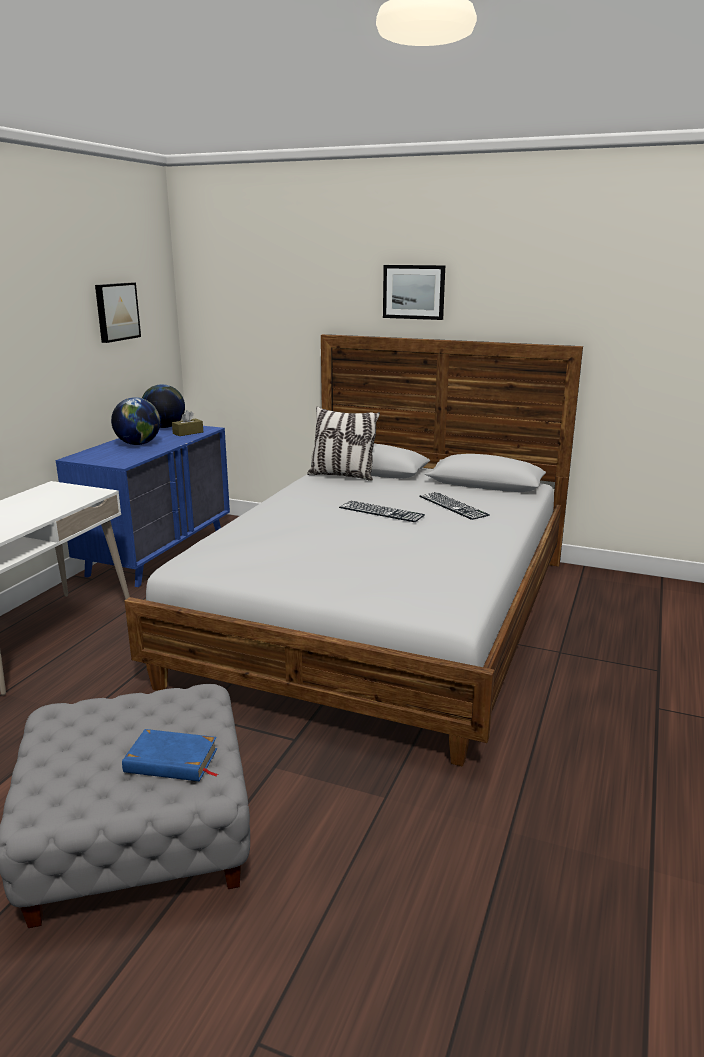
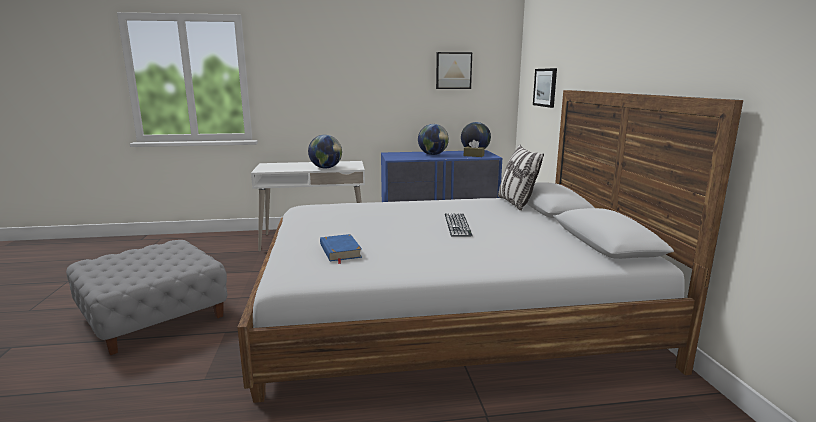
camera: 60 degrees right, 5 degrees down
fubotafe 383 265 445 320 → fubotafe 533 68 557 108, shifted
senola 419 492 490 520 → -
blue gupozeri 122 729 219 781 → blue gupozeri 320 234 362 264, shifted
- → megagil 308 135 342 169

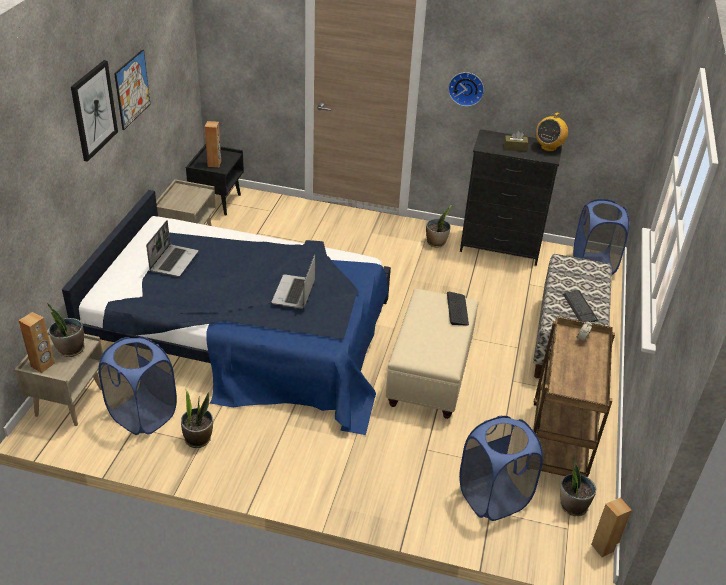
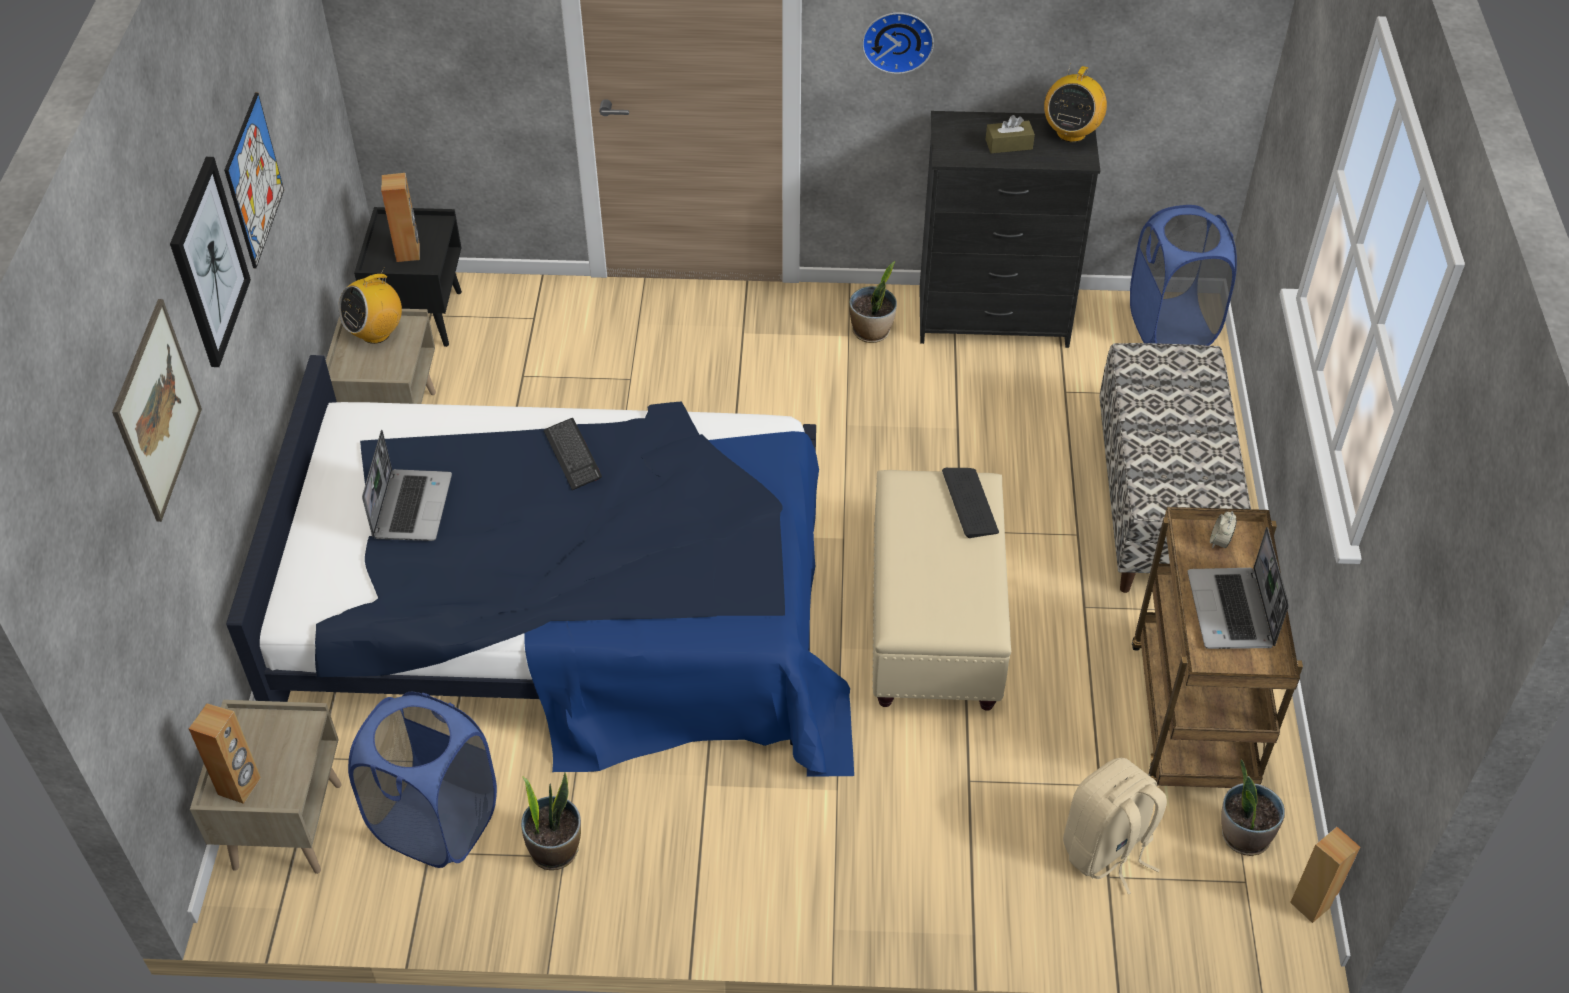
camera: 10 degrees left, 10 degrees up
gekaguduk 271 255 315 309 → gekaguduk 1188 527 1289 649, shifted
senola 563 290 598 322 → senola 544 418 602 490, shifted
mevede 47 303 85 357 → -
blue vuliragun 459 416 543 521 → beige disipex 1063 758 1167 894
- → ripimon 338 267 402 344
- → fubotafe 112 299 202 522

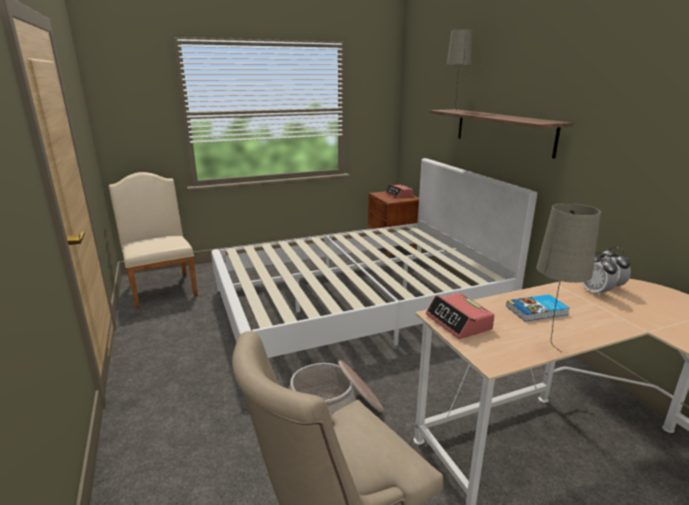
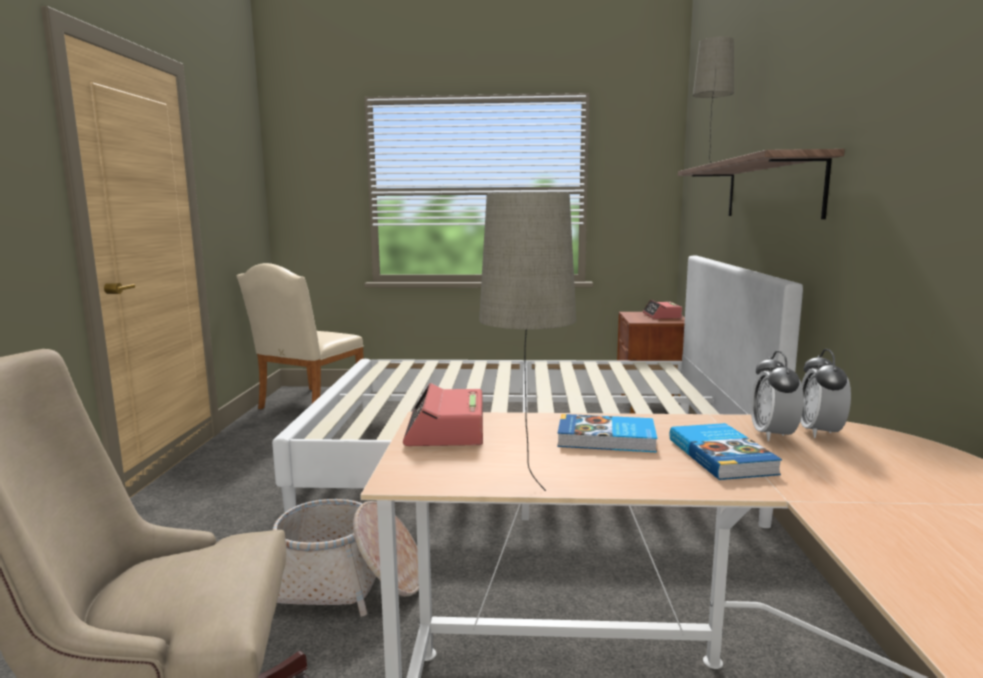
camera: 25 degrees right, 10 degrees down
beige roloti 109 172 198 309 → beige roloti 237 263 364 409, 150 degrees counterclockwise
- → gupozeri 670 423 782 480

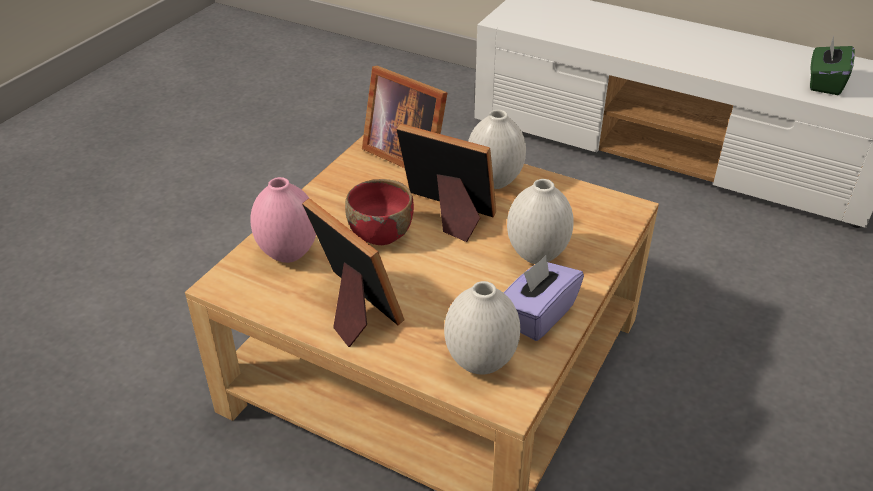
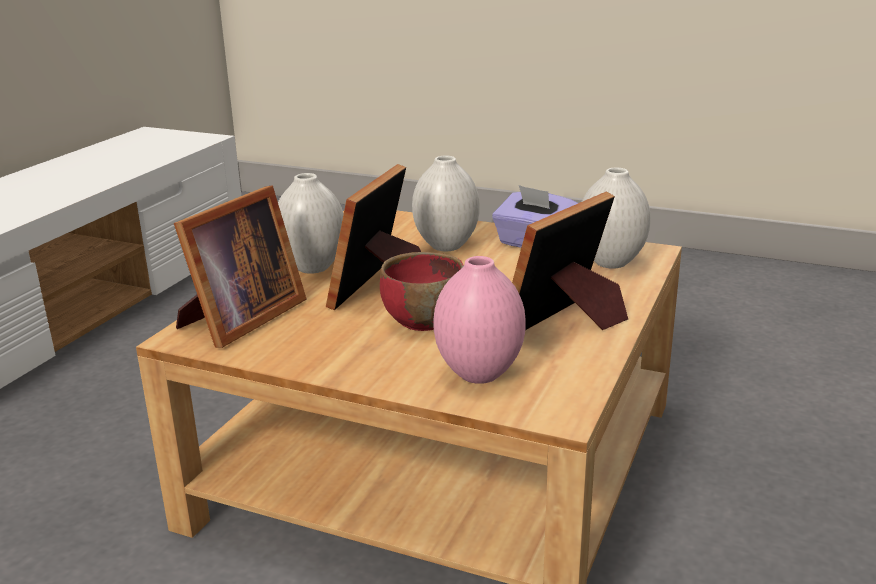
camera: 95 degrees left, 15 degrees down
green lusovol 810 36 855 95 → -

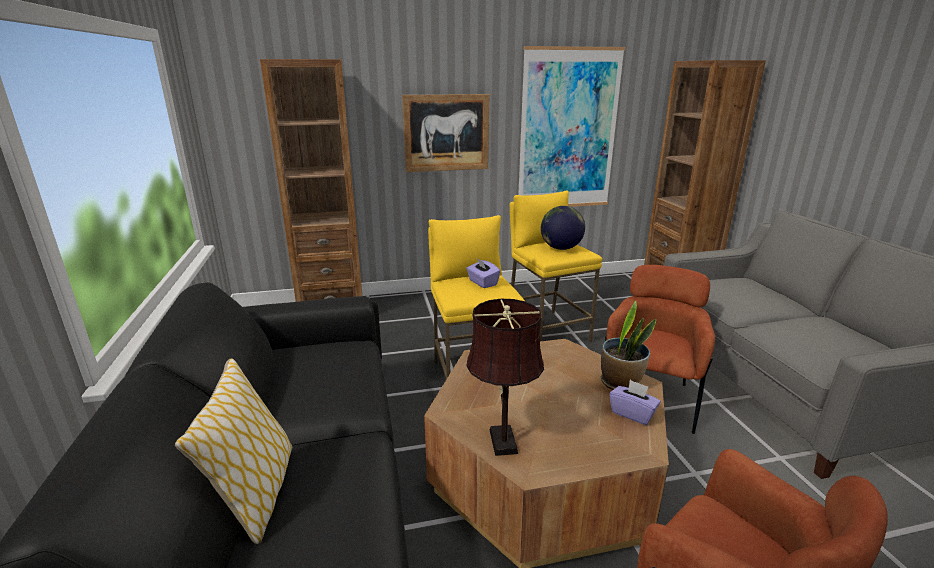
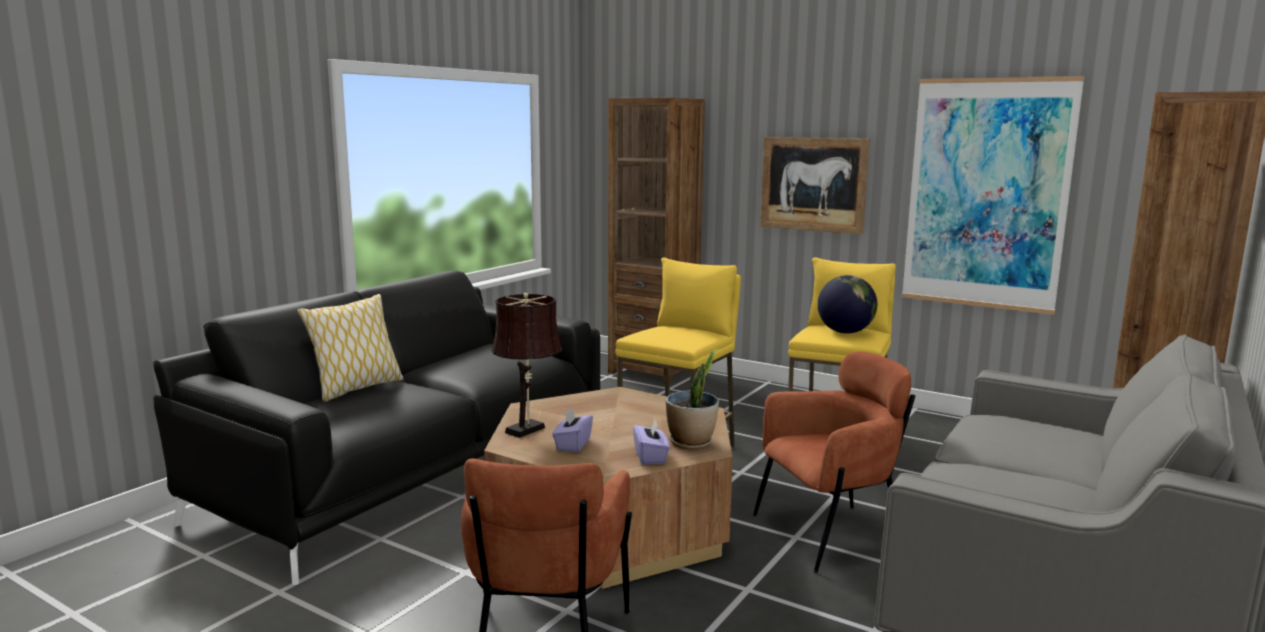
camera: 45 degrees right, 10 degrees down
purple lusovol 466 258 501 288 → purple lusovol 552 407 593 452, shifted

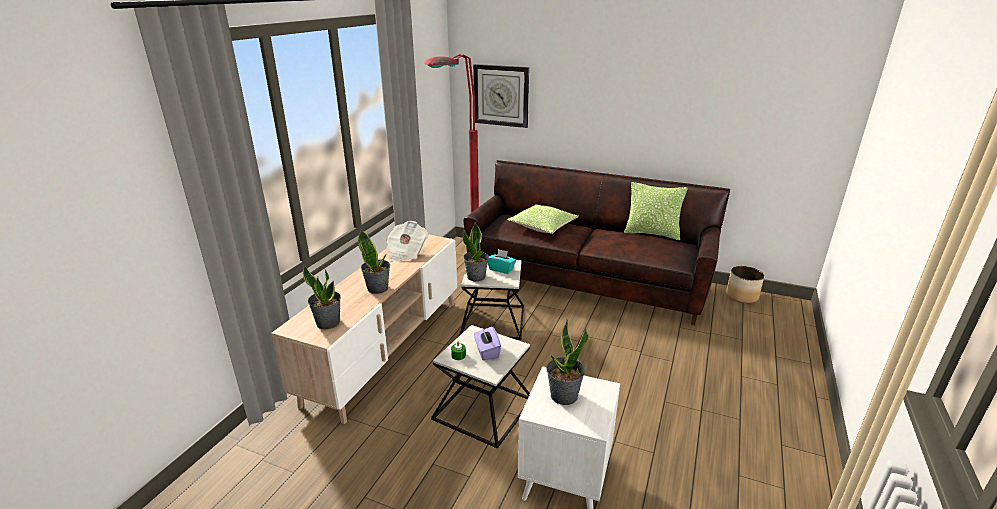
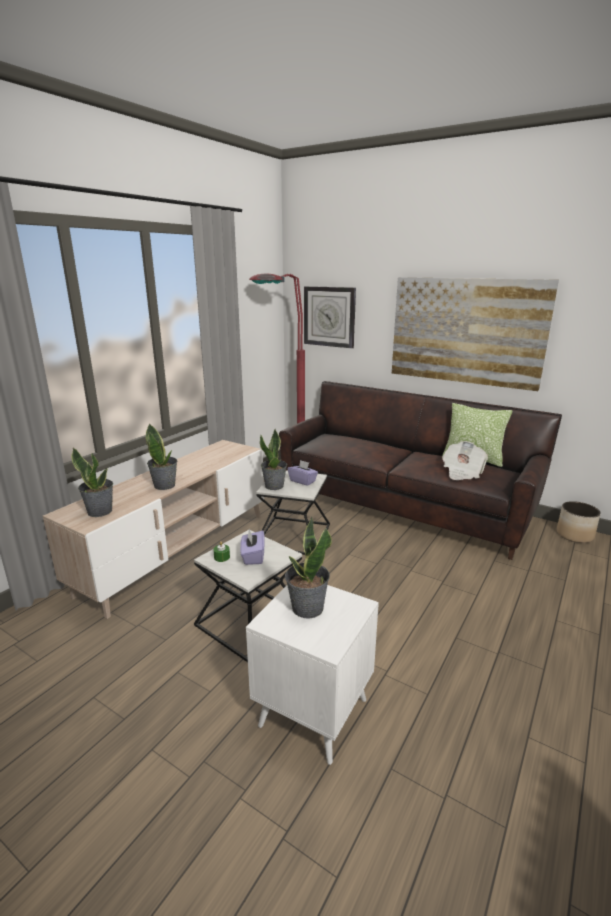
camera: 10 degrees right, 5 degrees down
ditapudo 507 204 579 234 → -
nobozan 386 221 428 262 → nobozan 442 441 488 480, shifted
turquoise lusovol 488 249 516 274 → purple lusovol 288 460 318 486
- → fubotafe 392 277 559 391

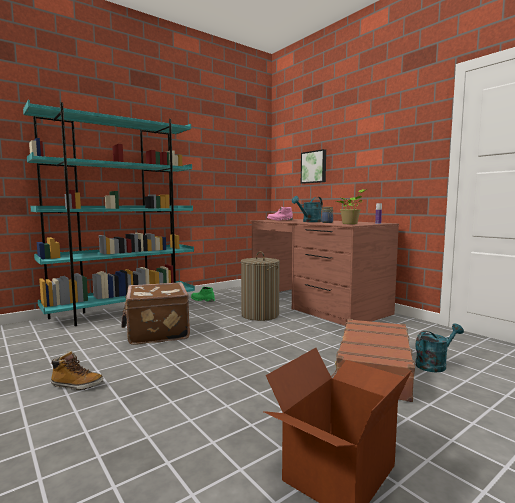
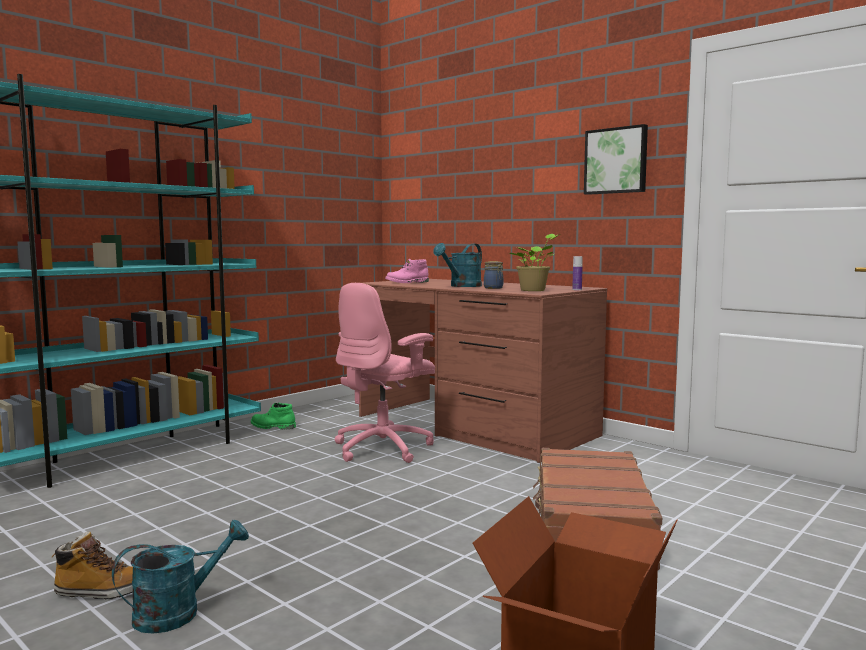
camera: 10 degrees left, 0 degrees up
fubotafe 301 149 326 184 → fubotafe 584 124 648 195, shifted
vuliragun 241 251 280 321 → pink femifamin 335 283 435 463
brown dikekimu 121 282 190 345 → -
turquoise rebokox 415 324 464 372 → turquoise rebokox 112 520 249 634, shifted

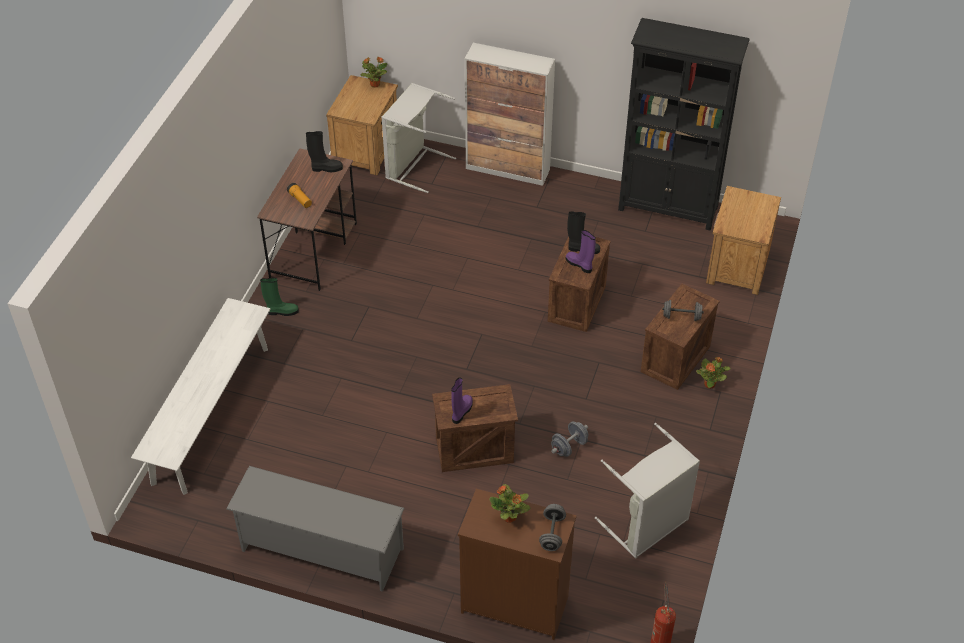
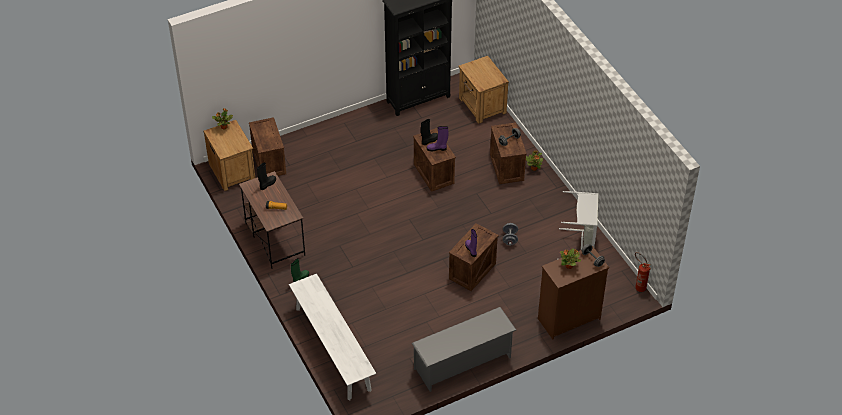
camera: 45 degrees left, 0 degrees up
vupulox 465 43 555 186 → -
grey vuliragun 381 83 456 193 → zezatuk 249 117 286 176

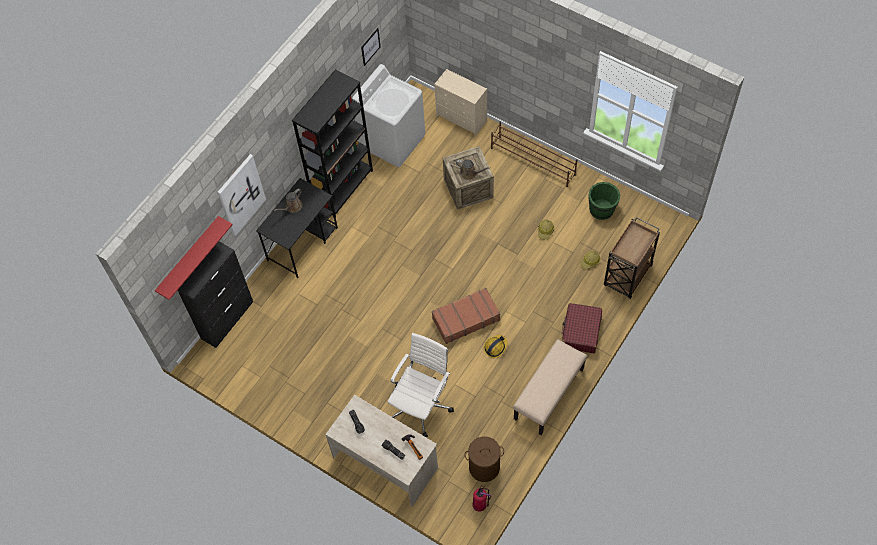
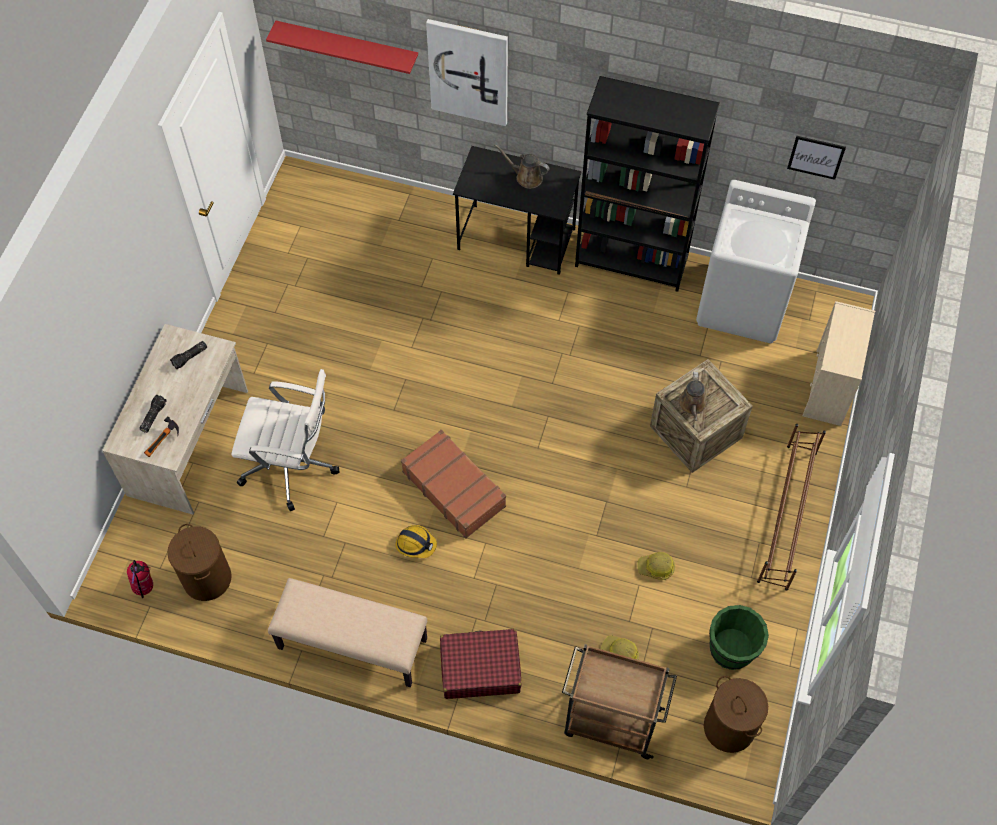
camera: 70 degrees right, 0 degrees up
black vupulox 178 241 253 348 → -
- → brown vuliragun 704 676 768 753

